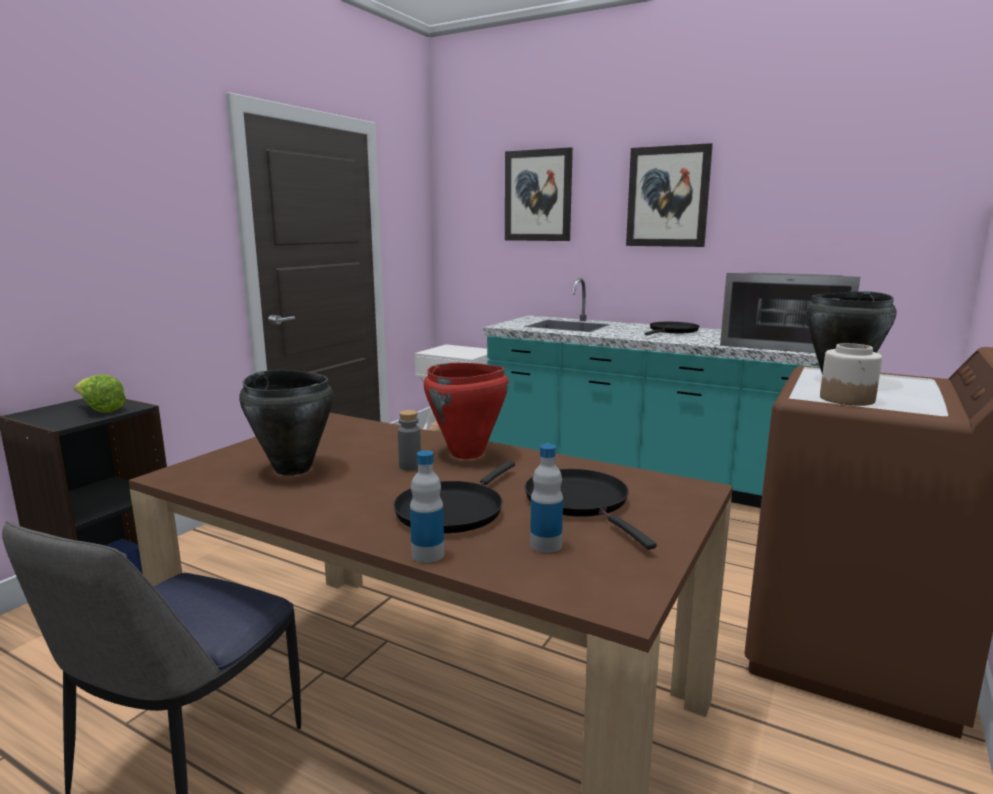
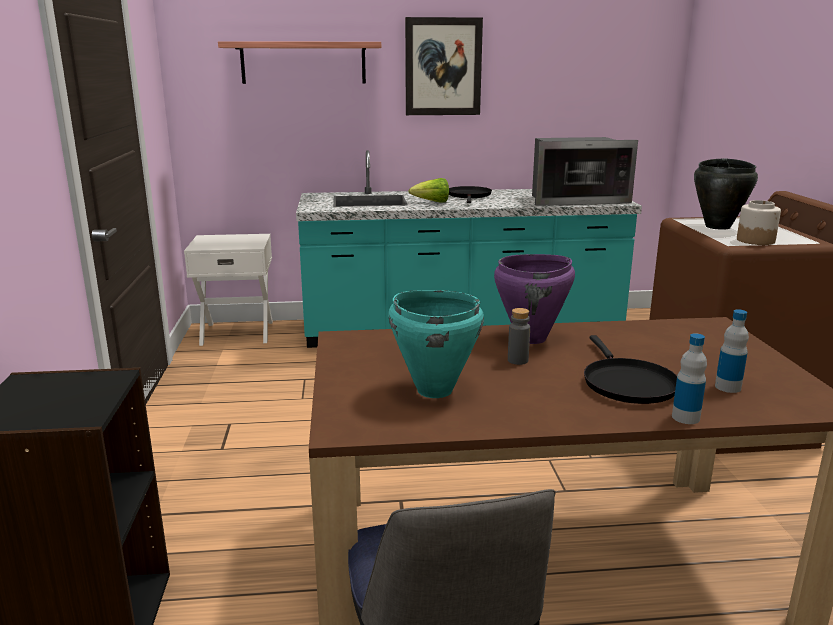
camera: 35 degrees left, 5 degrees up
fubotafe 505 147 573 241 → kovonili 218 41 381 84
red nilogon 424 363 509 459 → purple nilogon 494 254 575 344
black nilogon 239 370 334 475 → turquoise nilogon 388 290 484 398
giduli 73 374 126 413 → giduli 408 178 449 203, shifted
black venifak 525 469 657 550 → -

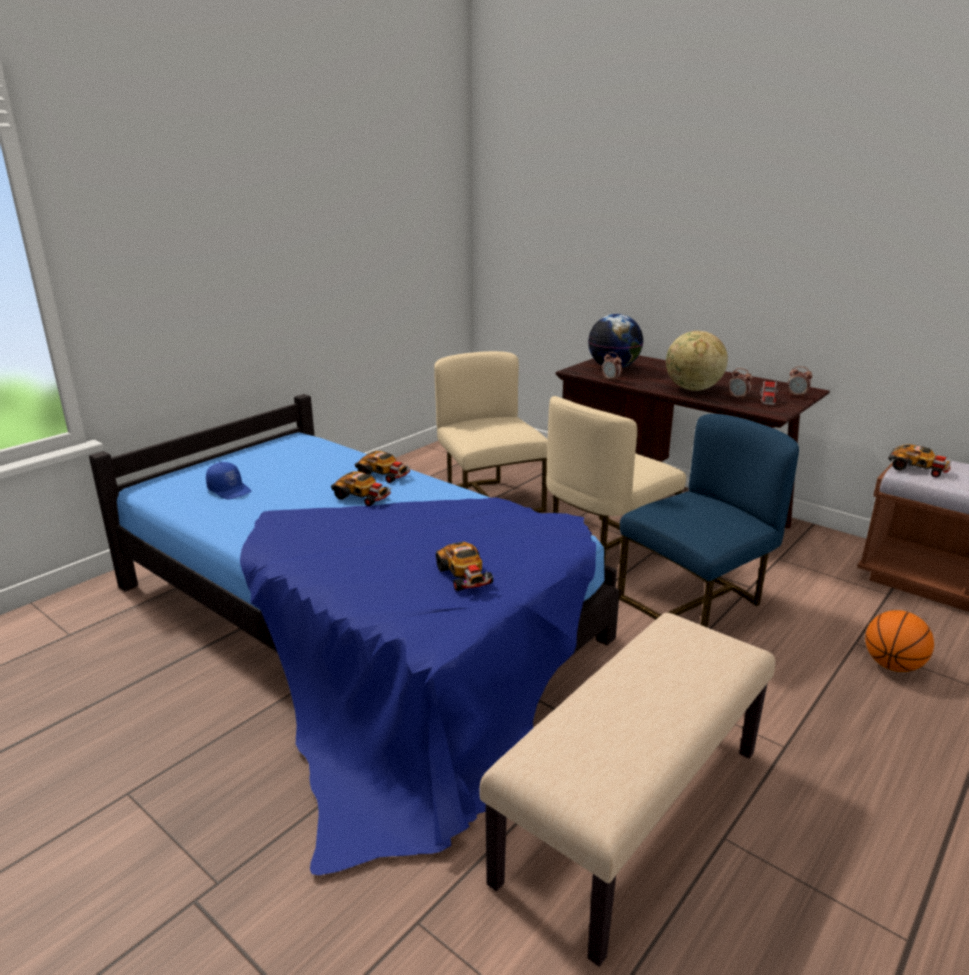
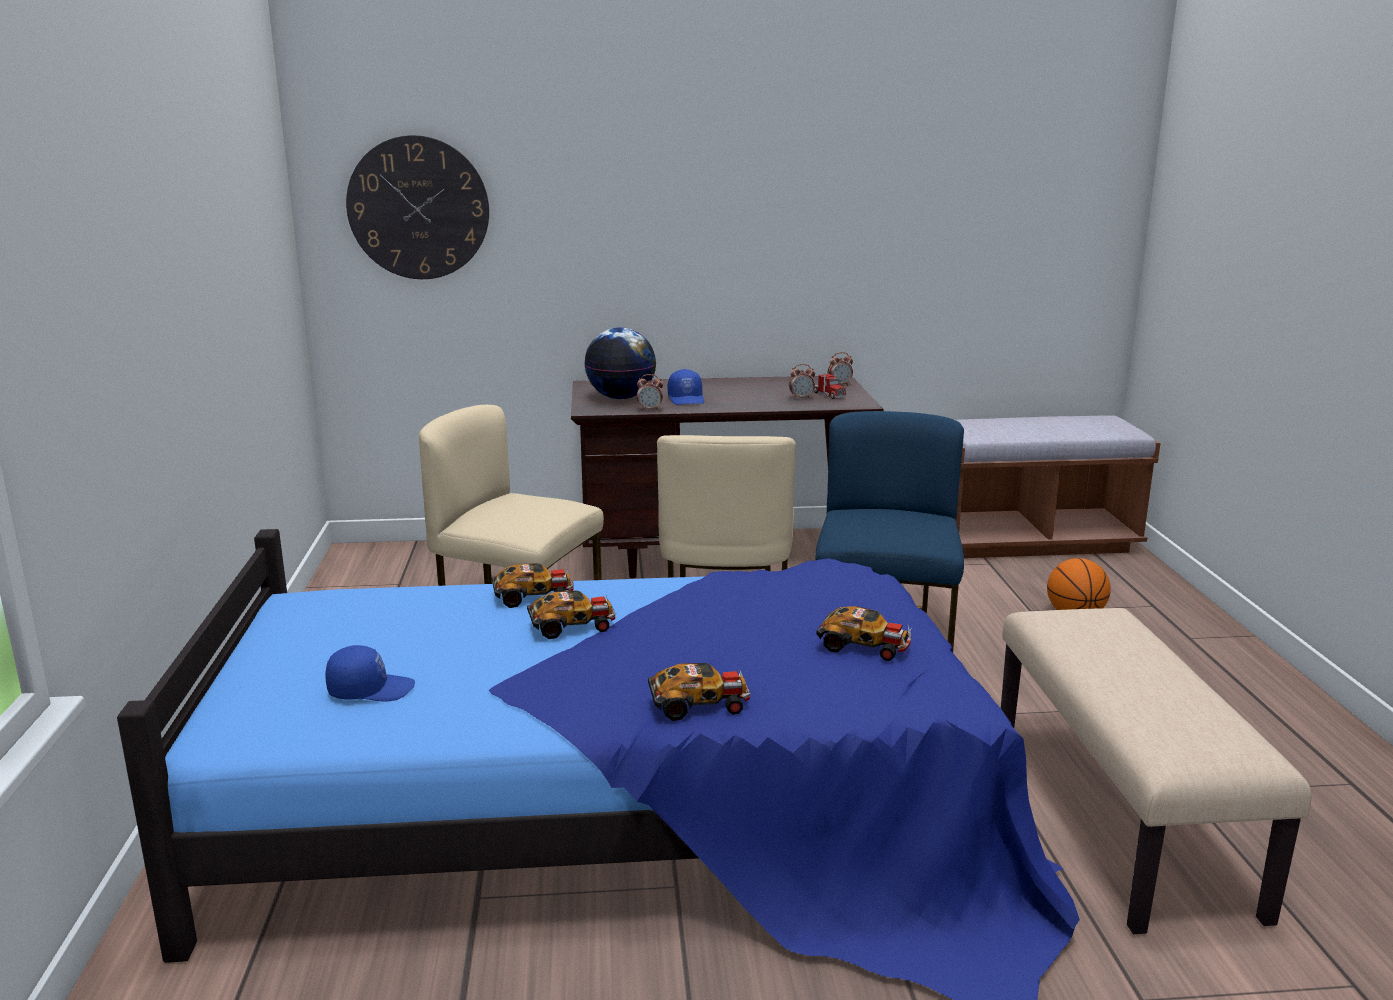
camera: 45 degrees left, 5 degrees down
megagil 666 331 728 391 → -
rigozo 888 444 951 477 → rigozo 648 663 751 721, shifted
- → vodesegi 346 135 489 279
- → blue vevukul 668 369 704 405

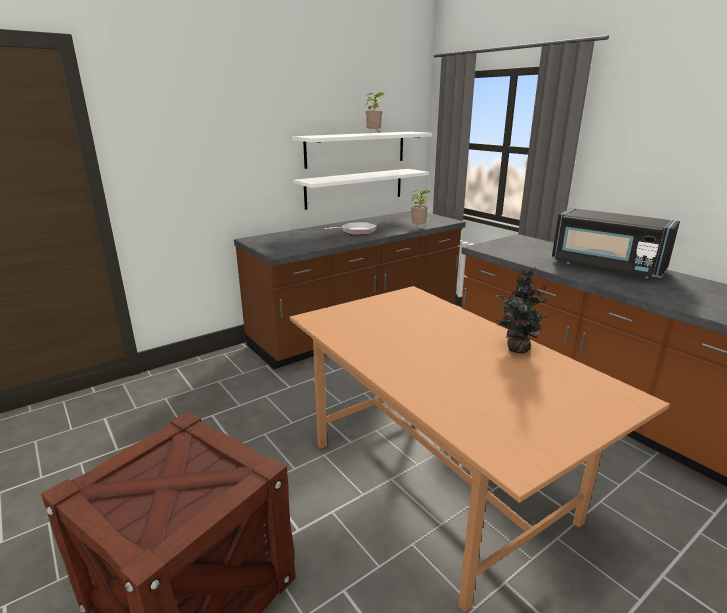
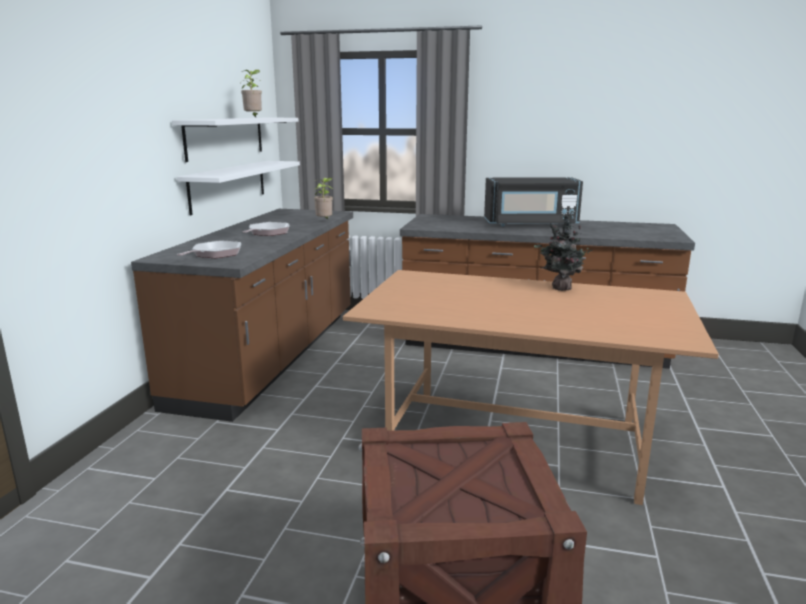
camera: 40 degrees left, 5 degrees down
- → venifak 177 240 241 258

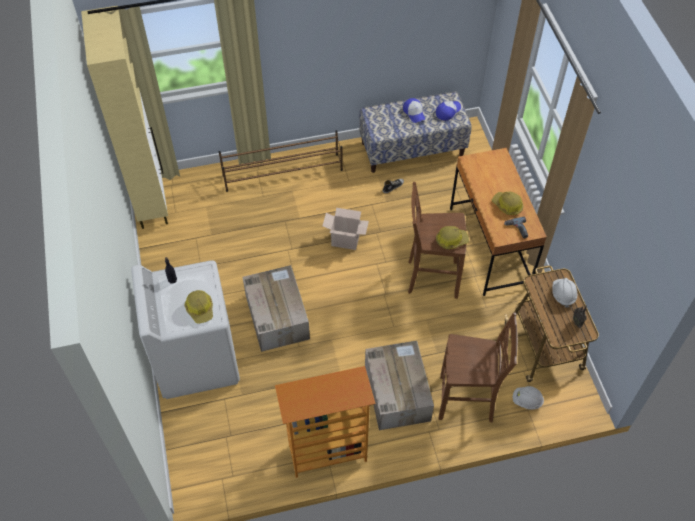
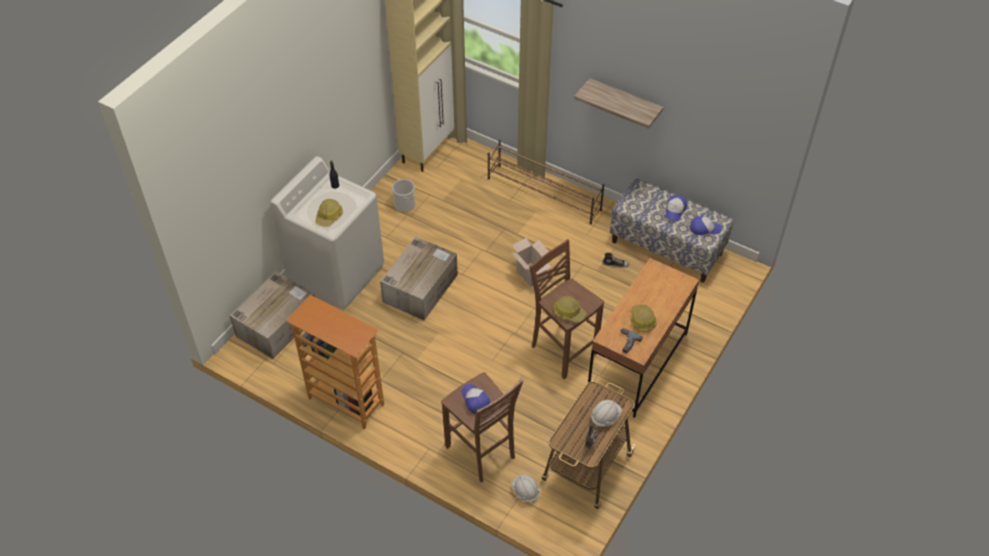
camera: 45 degrees right, 5 degrees down
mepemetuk 365 341 434 430 → mepemetuk 230 271 315 359, shifted
- → kovonili 574 78 663 129
- → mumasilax 392 179 415 212
- → vevukul 461 384 490 414

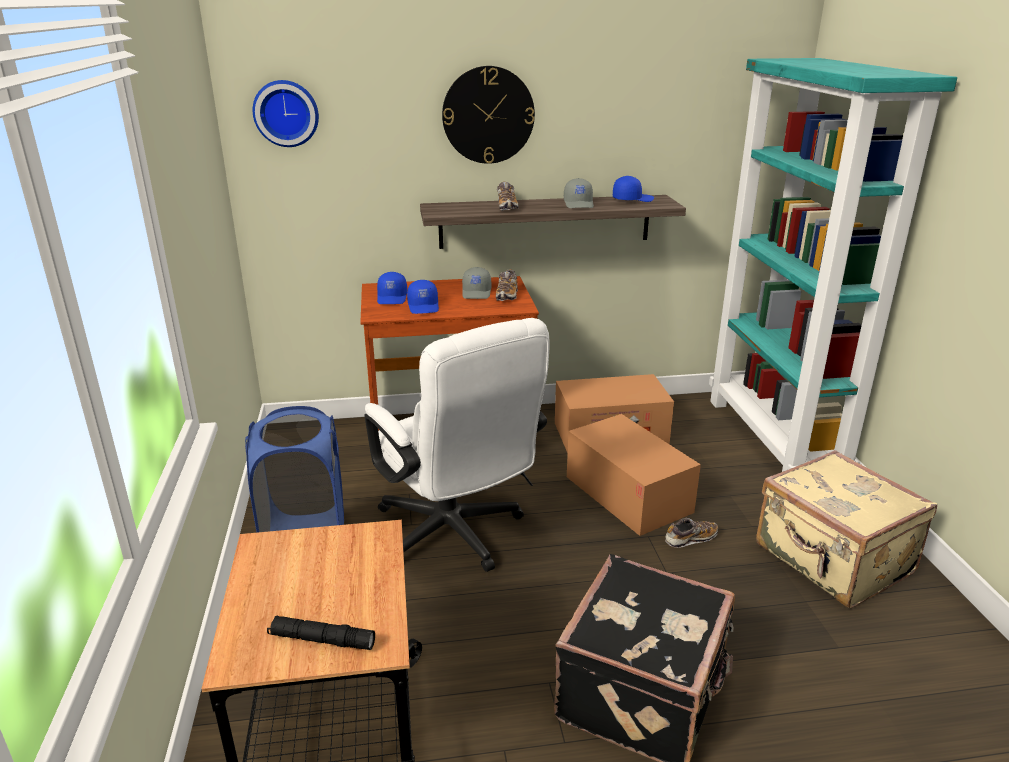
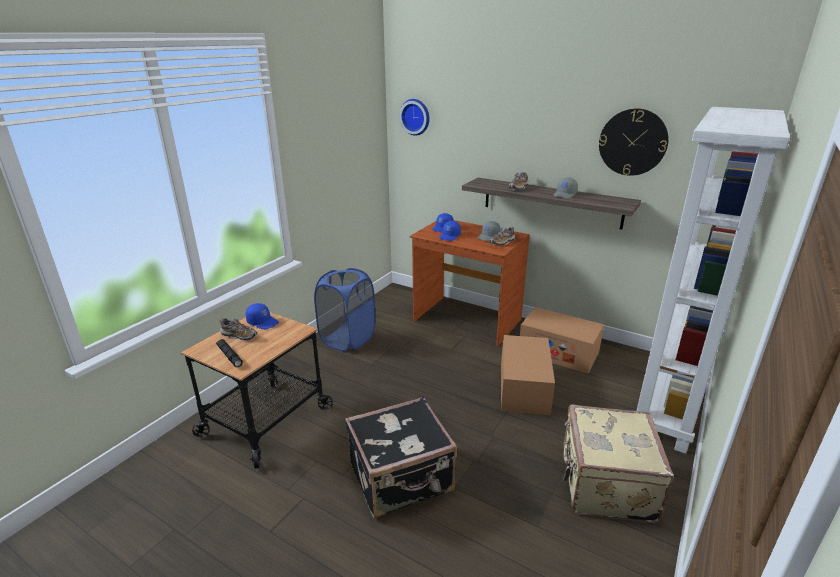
camera: 40 degrees right, 0 degrees up
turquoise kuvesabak 709 58 957 472 → white kuvesabak 637 107 790 454
vodesegi 442 66 535 164 → vodesegi 599 108 669 176, shifted
blue vevukul 613 176 654 202 → blue vevukul 246 303 279 329, shifted
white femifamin 364 318 549 572 → -
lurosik 665 518 718 548 → lurosik 220 318 257 341, shifted

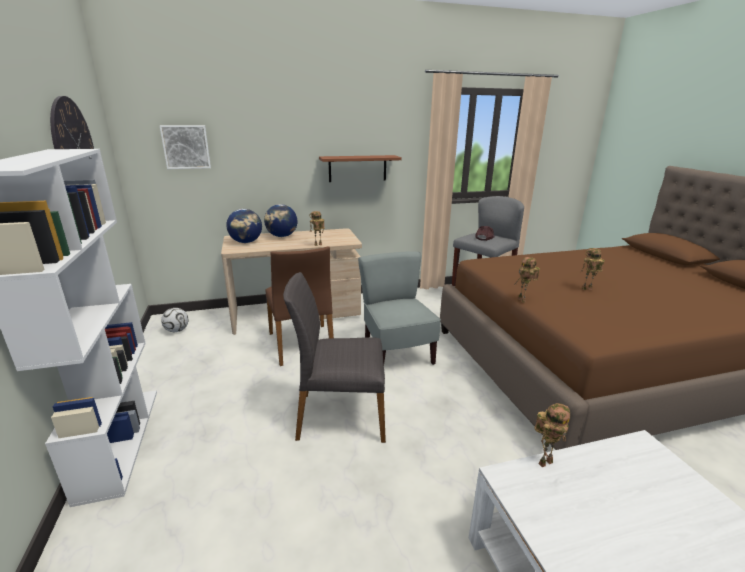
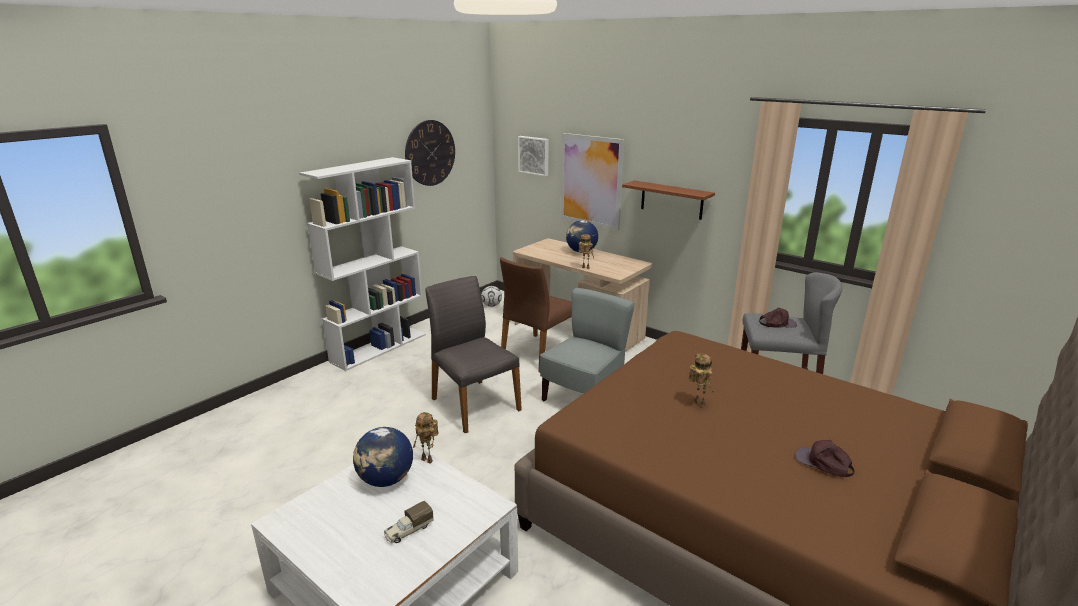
camera: 55 degrees right, 0 degrees up
megagil 226 209 262 243 → megagil 353 427 413 487, shifted
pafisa 514 257 540 303 → -
- → fubotafe 561 133 624 230
- → brown vevukul 795 440 855 477
- → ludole 384 501 434 543

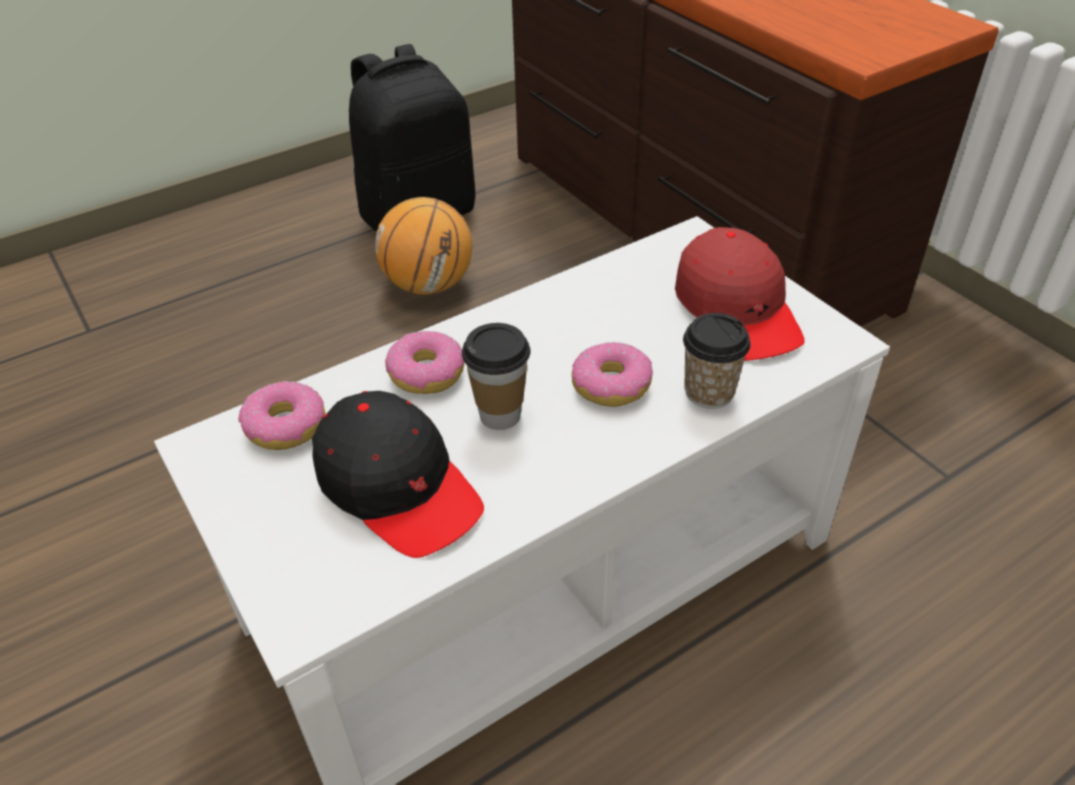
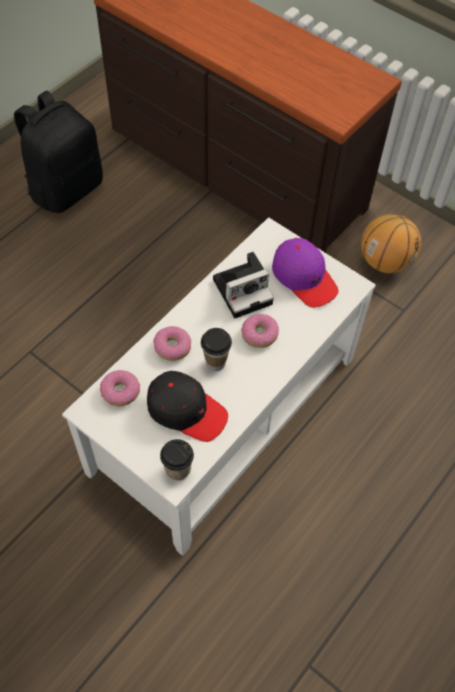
camera: 20 degrees left, 15 degrees up
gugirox 375 197 472 295 → gugirox 361 214 422 273, shifted
red vevukul 675 227 805 361 → purple vevukul 272 238 339 308
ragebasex 683 313 751 409 → ragebasex 160 439 194 480, shifted
- → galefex 213 252 274 318

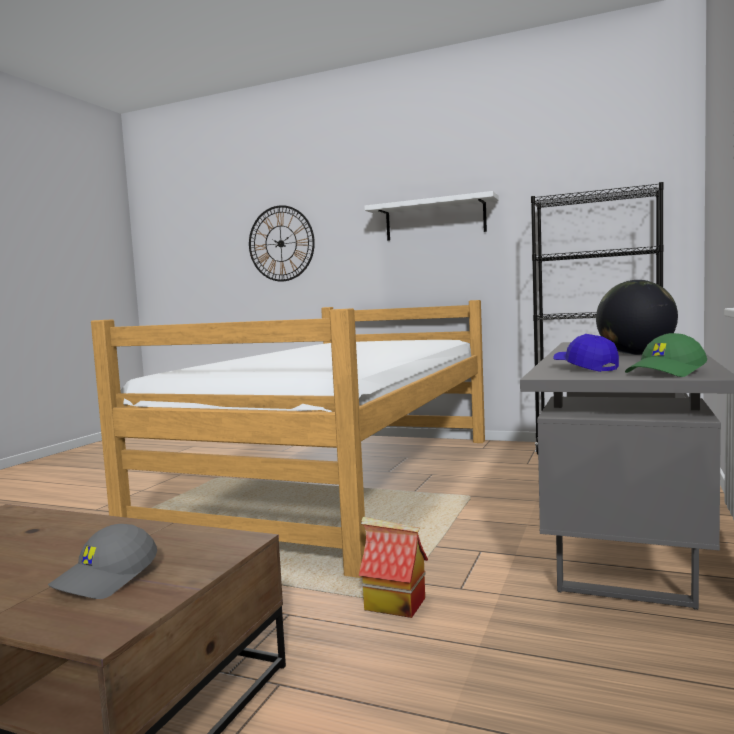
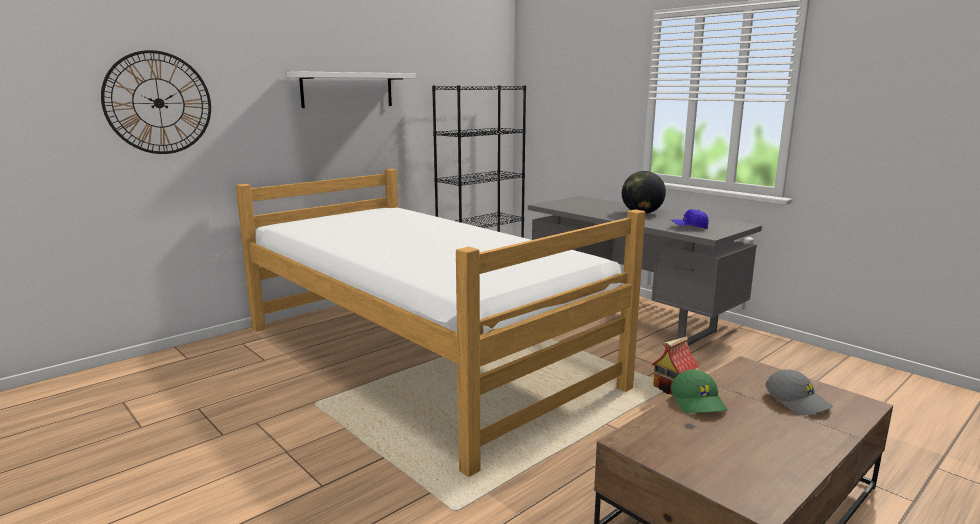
camera: 65 degrees left, 10 degrees up
green vevukul 625 333 707 377 → green vevukul 671 369 728 413, shifted

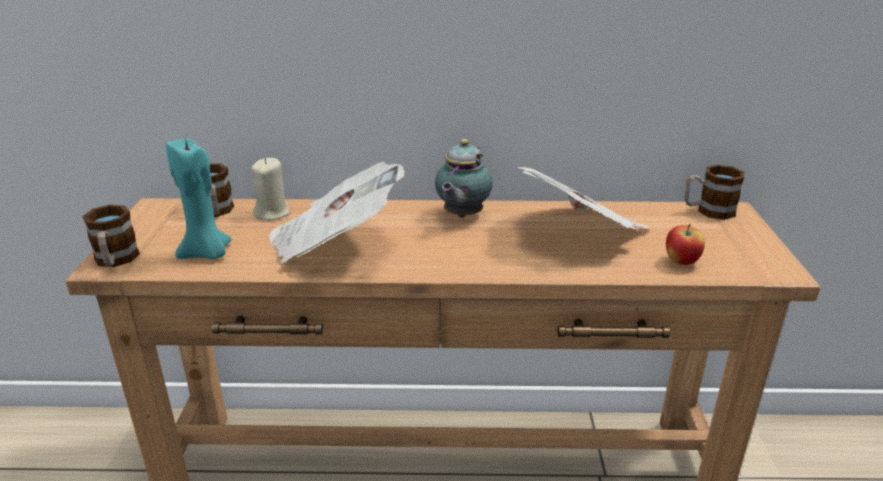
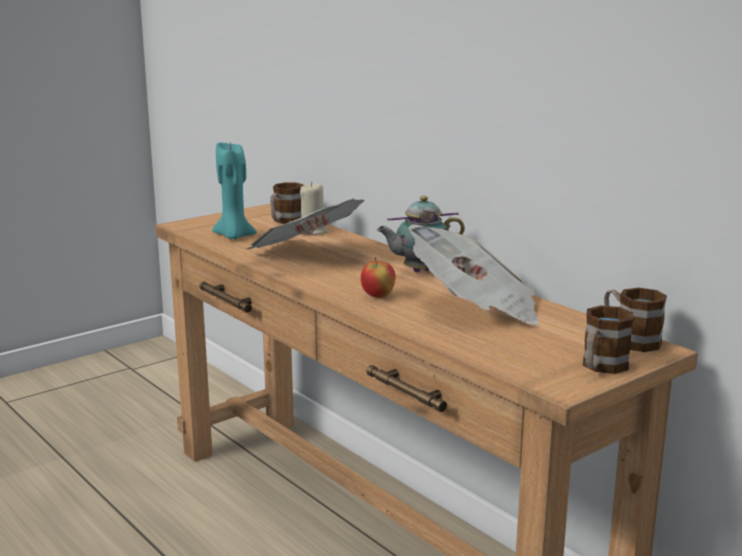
camera: 50 degrees right, 10 degrees down
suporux 82 205 140 267 → suporux 583 305 633 374, shifted
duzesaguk 666 224 705 265 → duzesaguk 361 257 396 298, shifted

